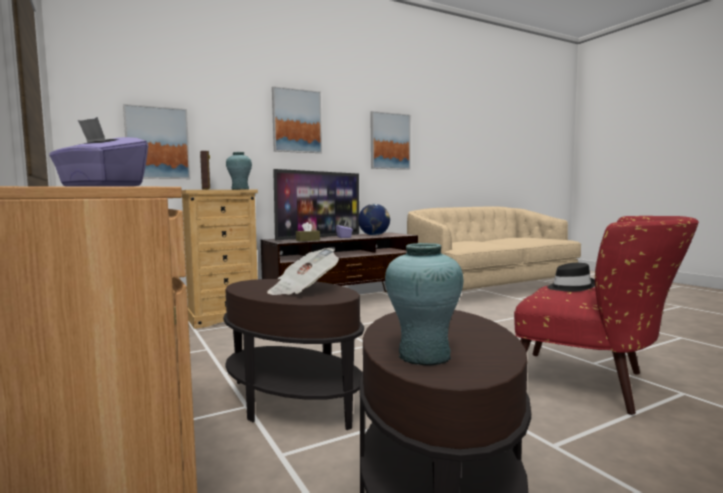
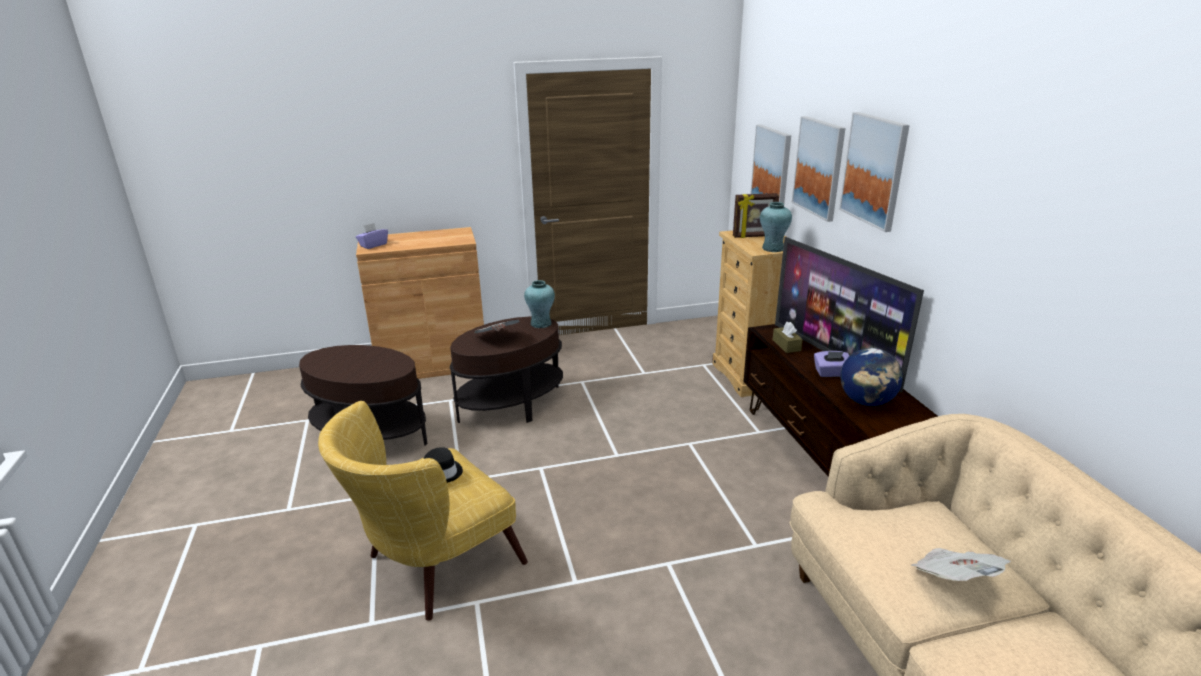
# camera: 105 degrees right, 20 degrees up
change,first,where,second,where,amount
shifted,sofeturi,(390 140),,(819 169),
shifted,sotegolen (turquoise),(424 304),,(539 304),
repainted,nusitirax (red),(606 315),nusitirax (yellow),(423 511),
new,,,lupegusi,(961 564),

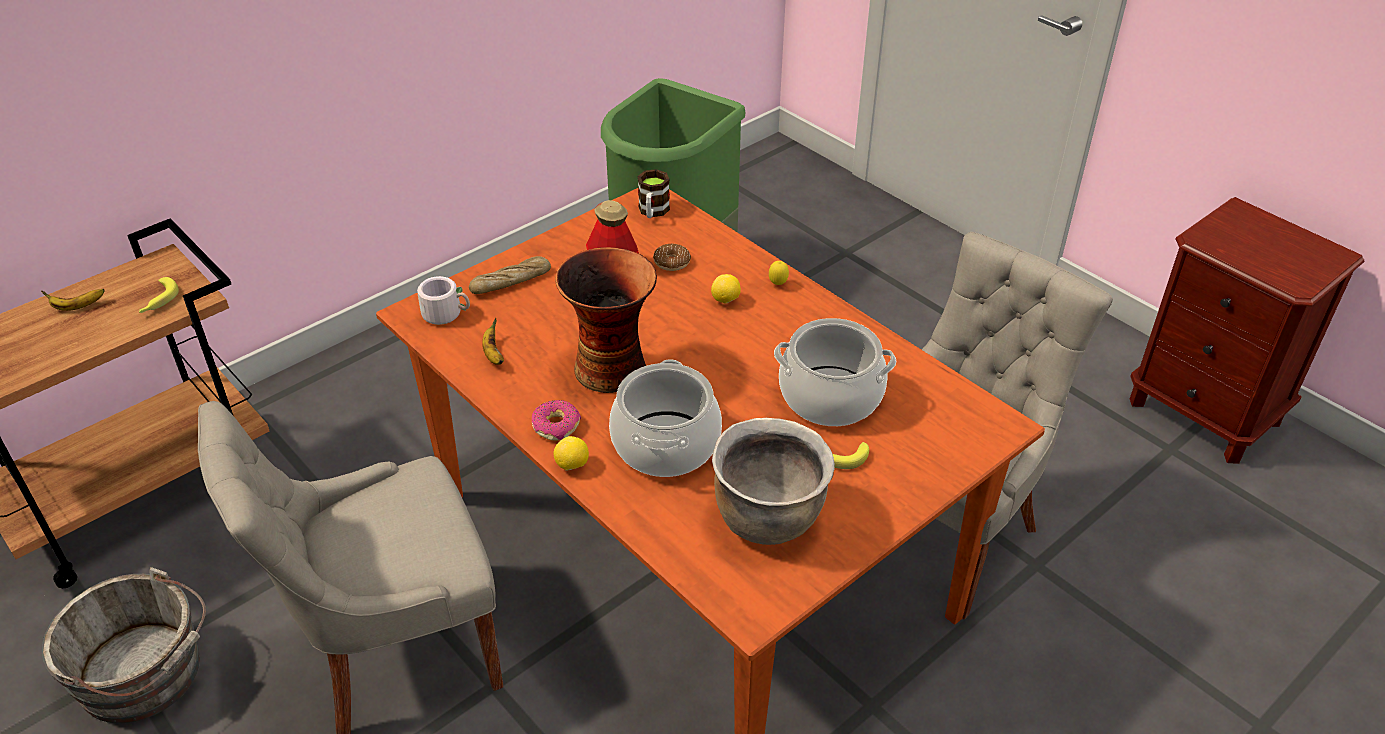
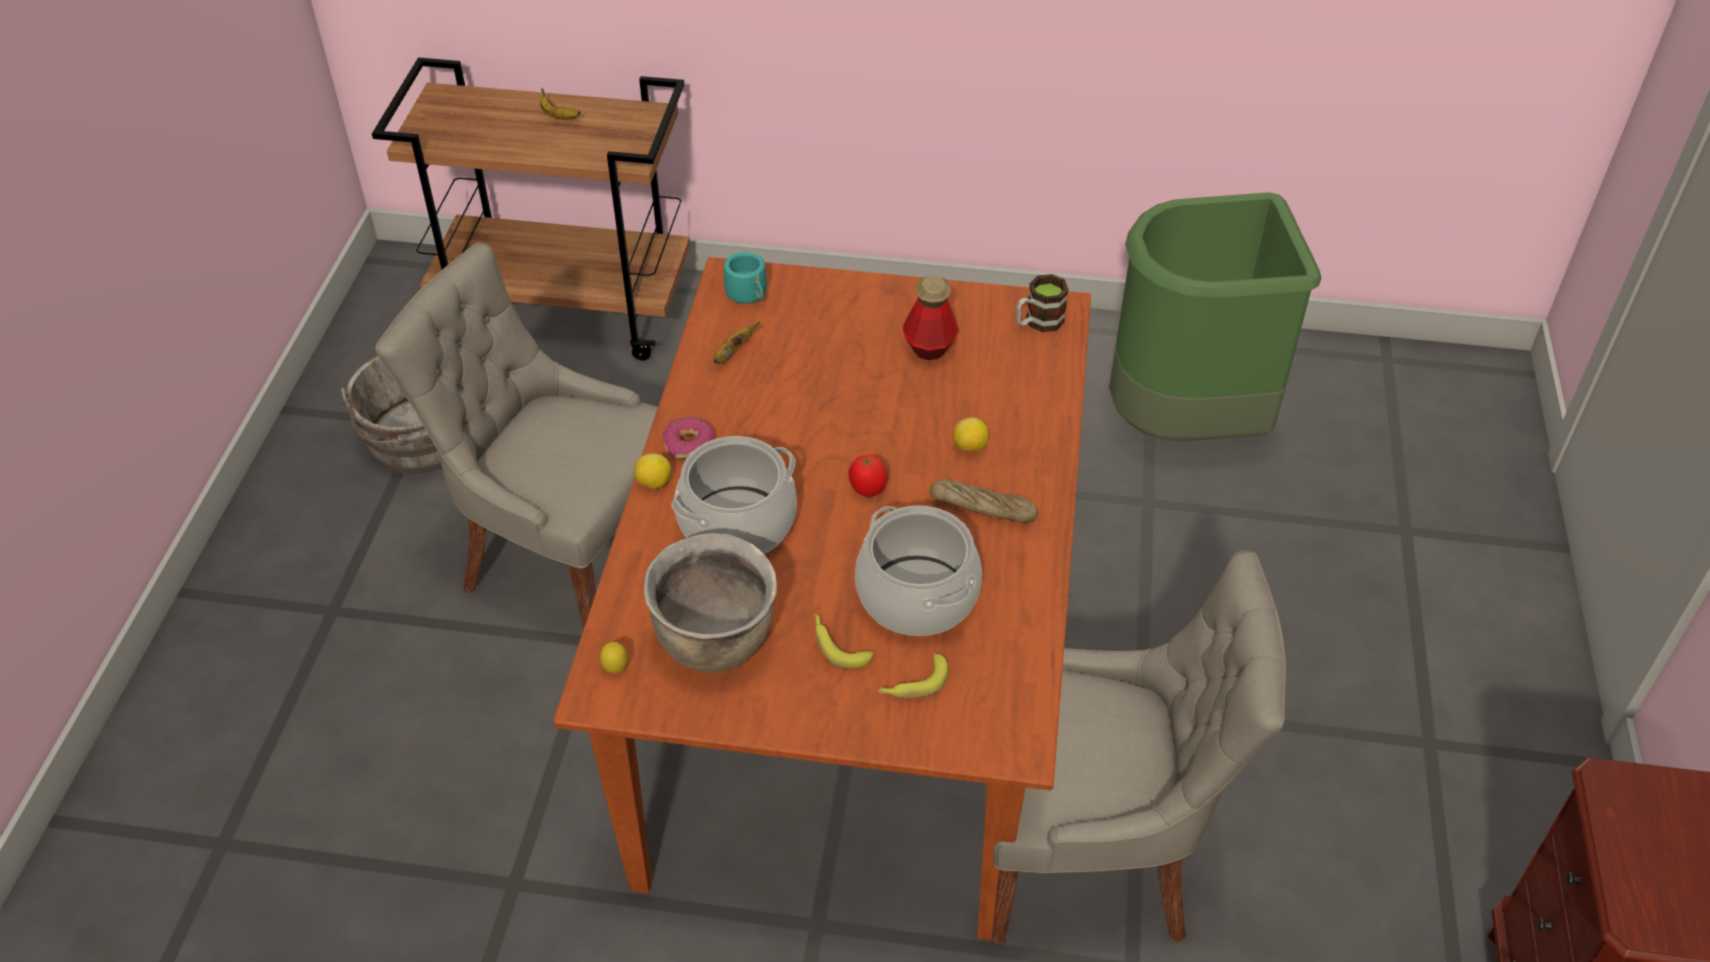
# camera: 50 degrees right, 5 degrees up
change,first,where,second,where,amount
shifted,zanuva,(159 295),,(912 676),
repainted,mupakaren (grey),(443 300),mupakaren (turquoise),(745 278),
shifted,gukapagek,(510 275),,(983 501),
gone,sotegolen,(606 320),,,
gone,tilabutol,(672 257),,,
shifted,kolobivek,(779 273),,(614 657),
new,,,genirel,(868 475),

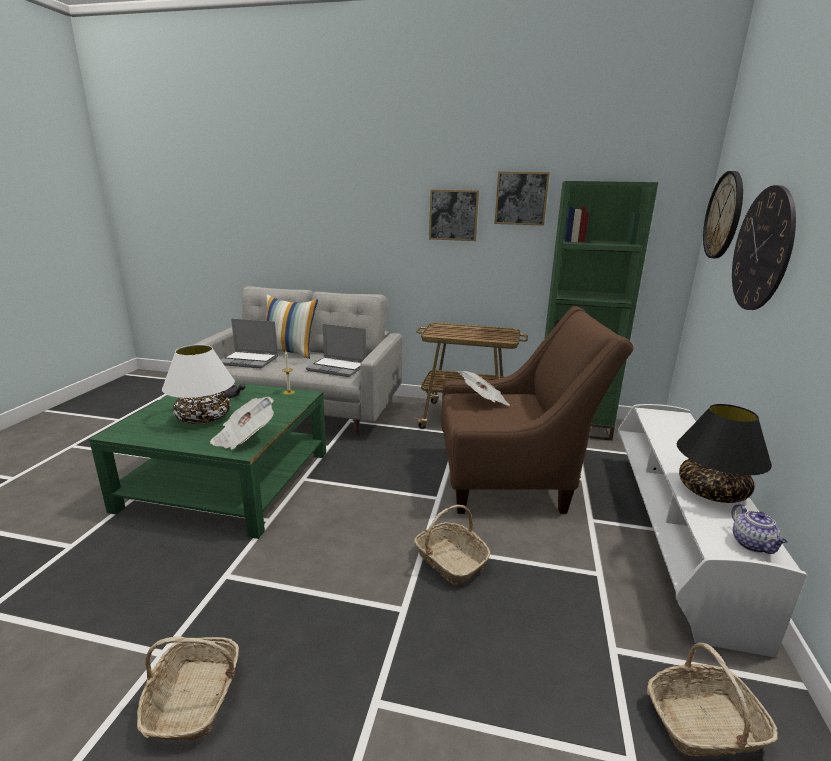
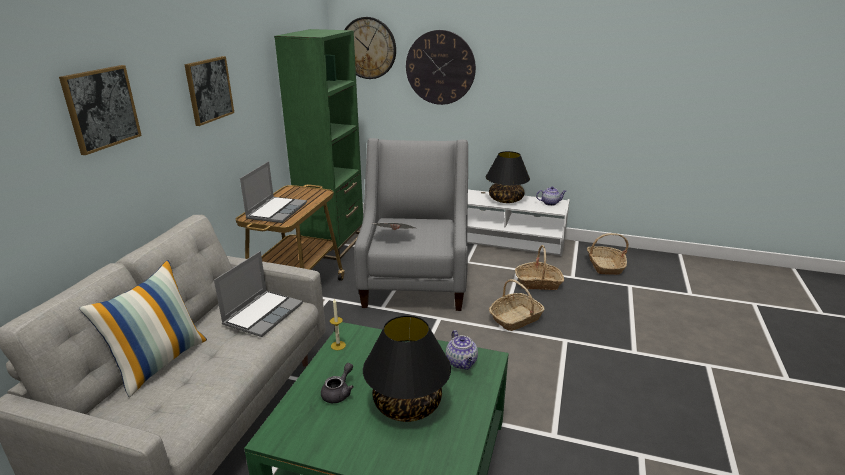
# camera: 85 degrees left, 5 degrees up
change,first,where,second,where,amount
shifted,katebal,(188 689),,(539 267),
repainted,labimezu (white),(198 384),labimezu (black),(407 368),
swapped,lupegusi,(242 423),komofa,(462 350),
shifted,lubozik,(249 343),,(273 192),
repainted,nusitirax (brown),(537 410),nusitirax (grey),(411 224),
shifted,sofeturi,(522 199),,(100 110),

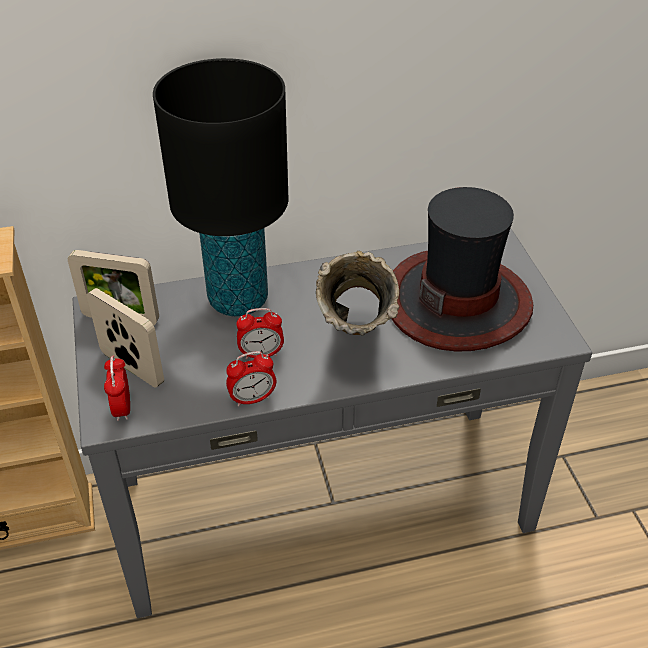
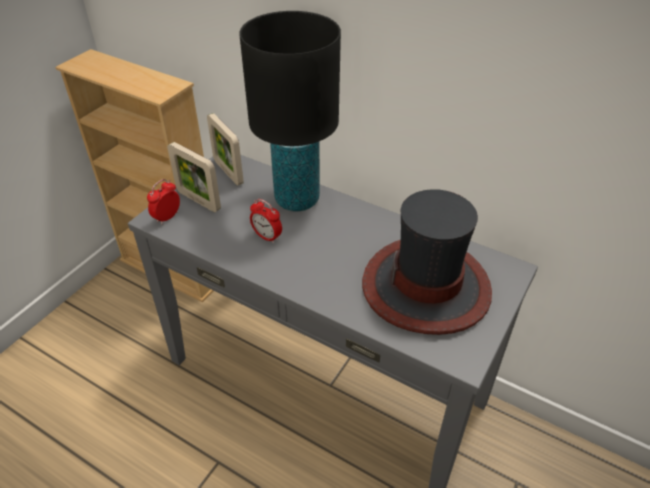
# camera: 45 degrees right, 0 degrees up
change,first,where,second,where,amount
rotated,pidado,(125 338),,(194 177),135 degrees clockwise
gone,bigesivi,(251 379),,,
gone,sotegolen (beige),(357 293),,,

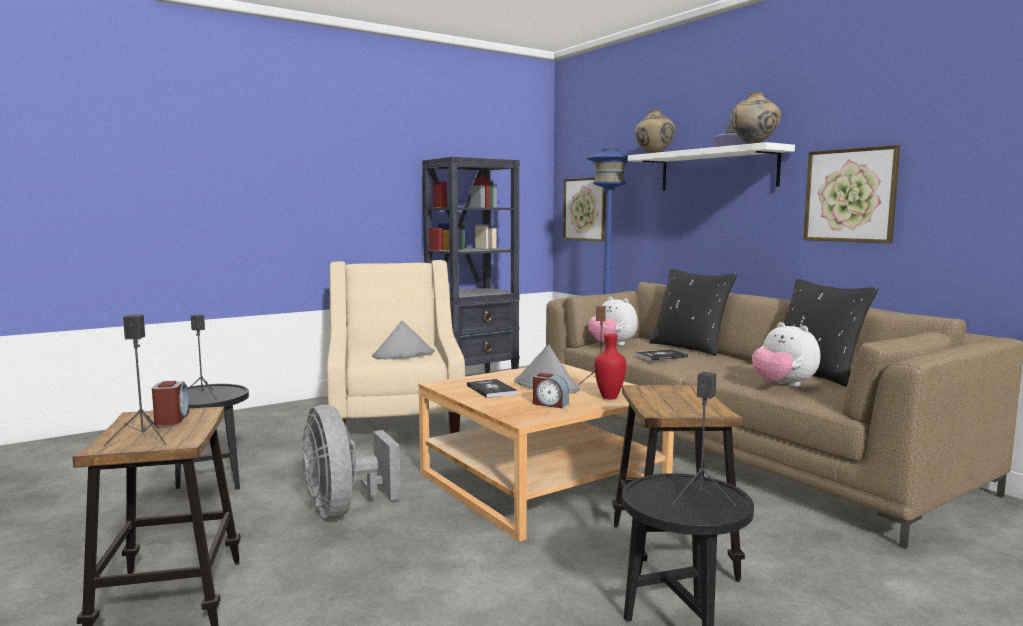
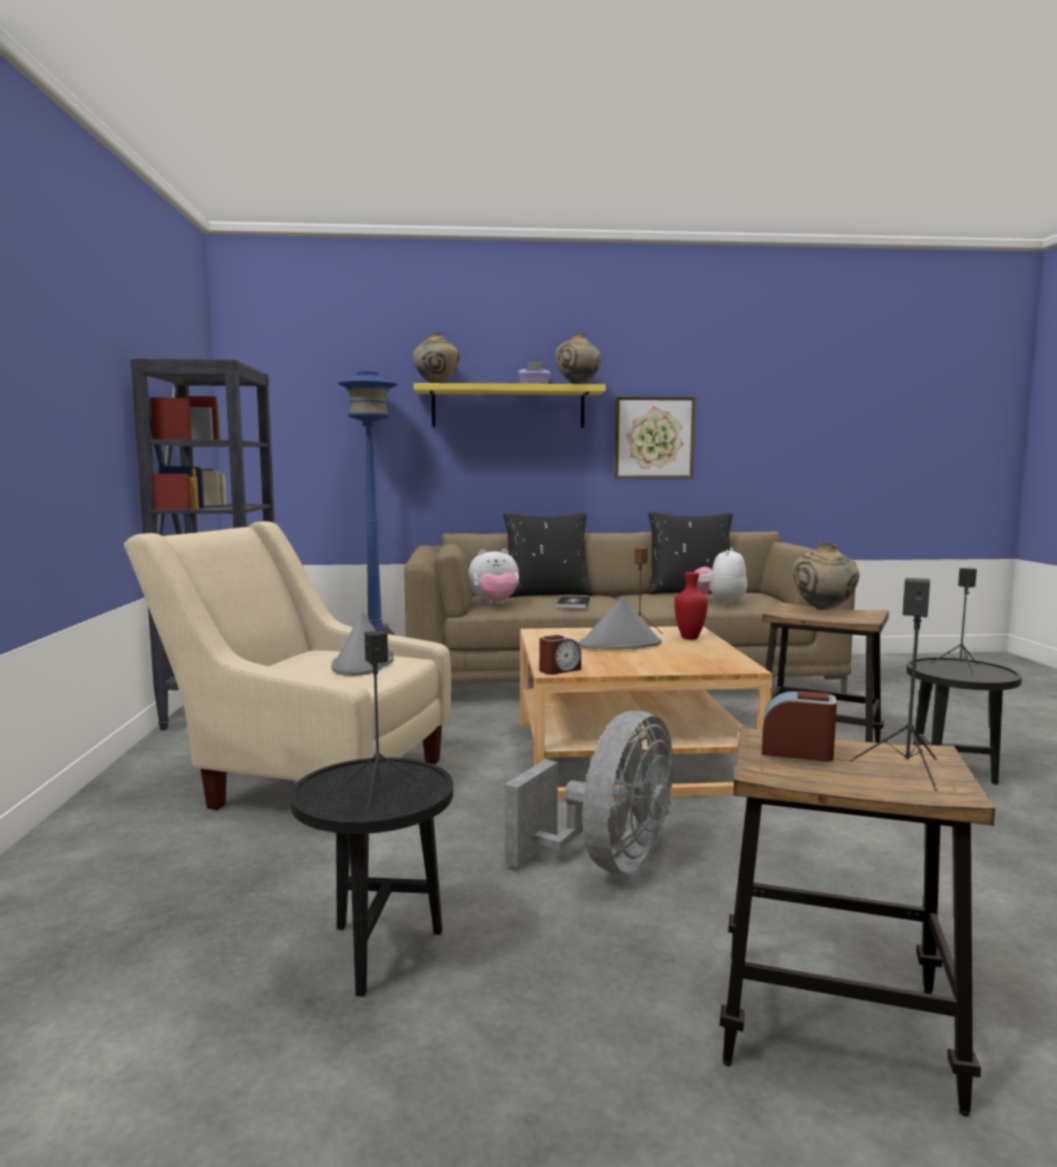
# camera: 60 degrees left, 0 degrees up
change,first,where,second,where,amount
rotated,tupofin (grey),(351 462),,(588 792),60 degrees counterclockwise
gone,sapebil,(492 388),,,
shifted,bigesivi,(551 390),,(560 655),
gone,sofeturi,(584 209),,,
repainted,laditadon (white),(711 166),laditadon (yellow),(510 405),
rotated,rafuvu,(786 354),,(720 576),120 degrees clockwise
new,,,sotegolen (beige),(825 576),

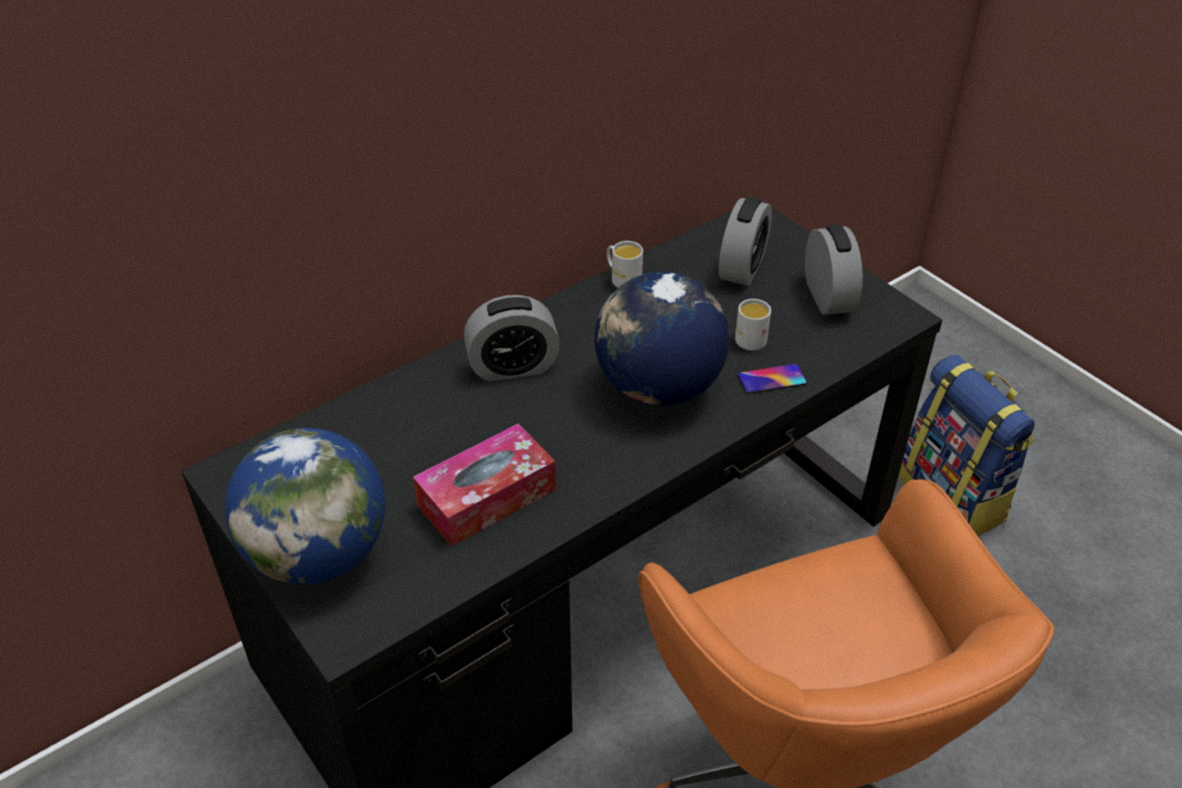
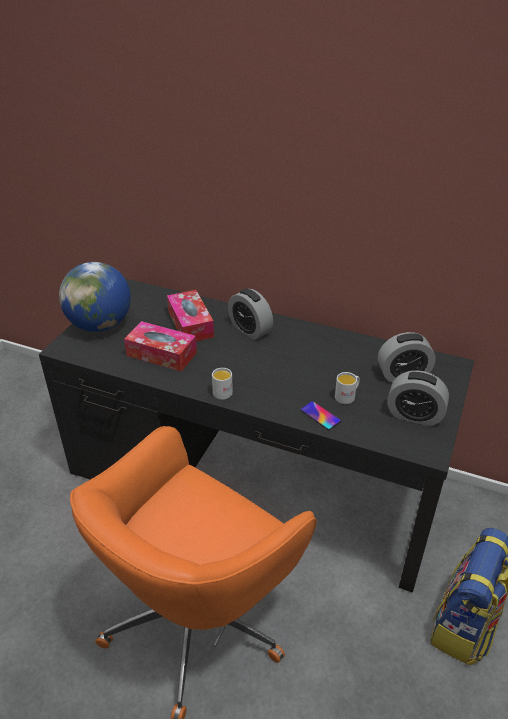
# camera: 60 degrees right, 5 degrees down
change,first,where,second,where,amount
gone,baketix,(662 339),,,
shifted,mupakaren (white),(625 264),,(222 384),
rotated,bigesivi,(834 269),,(418 398),60 degrees clockwise
new,,,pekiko,(190 315),

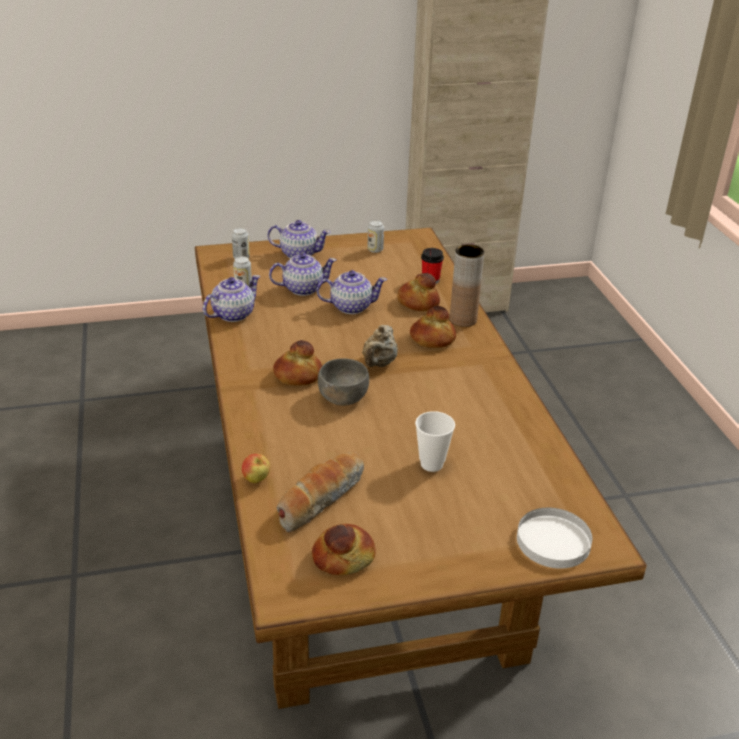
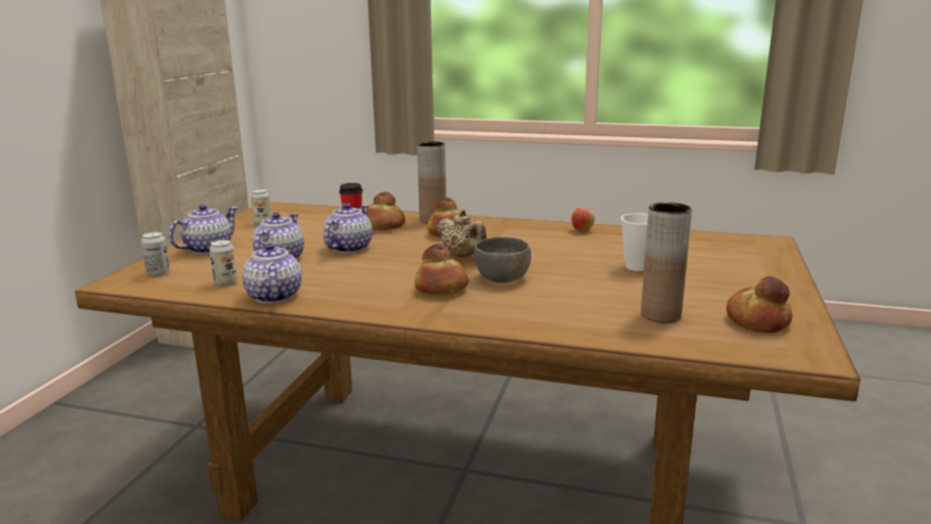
# camera: 60 degrees left, 15 degrees down
change,first,where,second,where,amount
shifted,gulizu,(256 468),,(583 219),
swapped,gukapagek,(320 491),sotegolen (brown),(666 262),
gone,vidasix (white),(554 538),,,

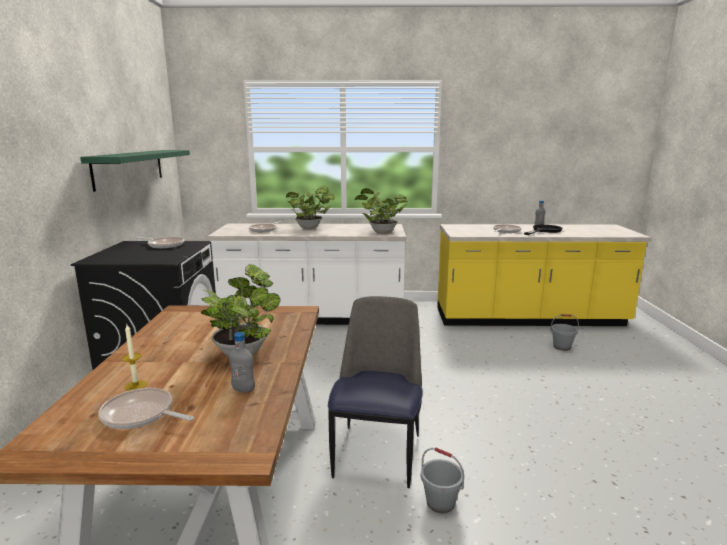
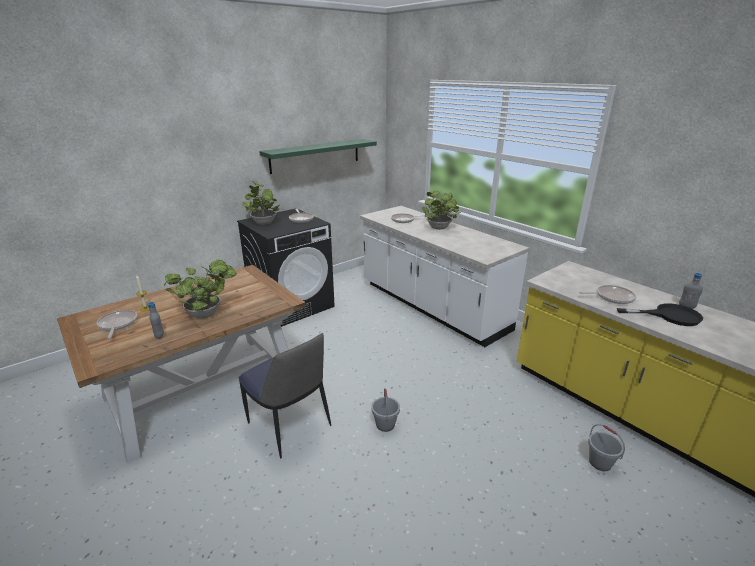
# camera: 50 degrees right, 10 degrees up
change,first,where,second,where,amount
rotated,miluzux,(375 392),,(285 395),75 degrees clockwise
shifted,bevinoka,(381 211),,(260 202),
shifted,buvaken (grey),(442 480),,(385 410),

